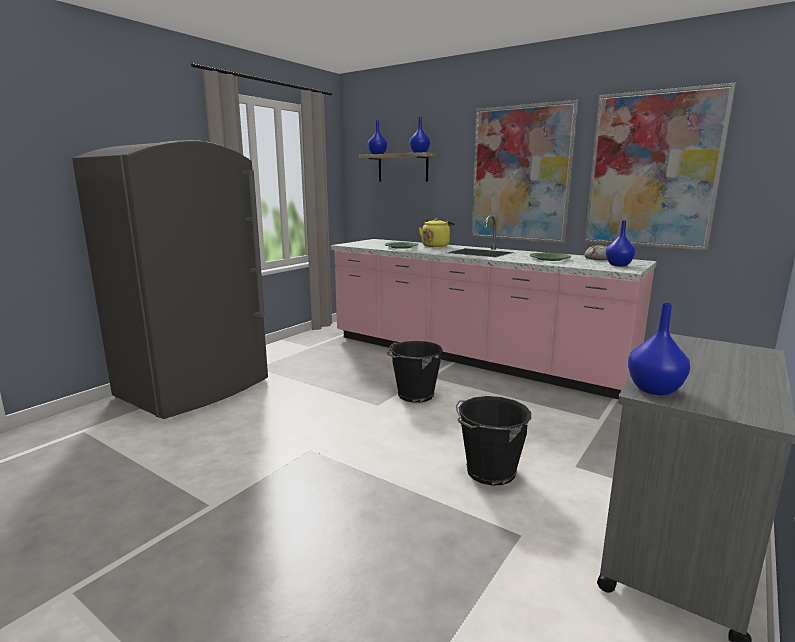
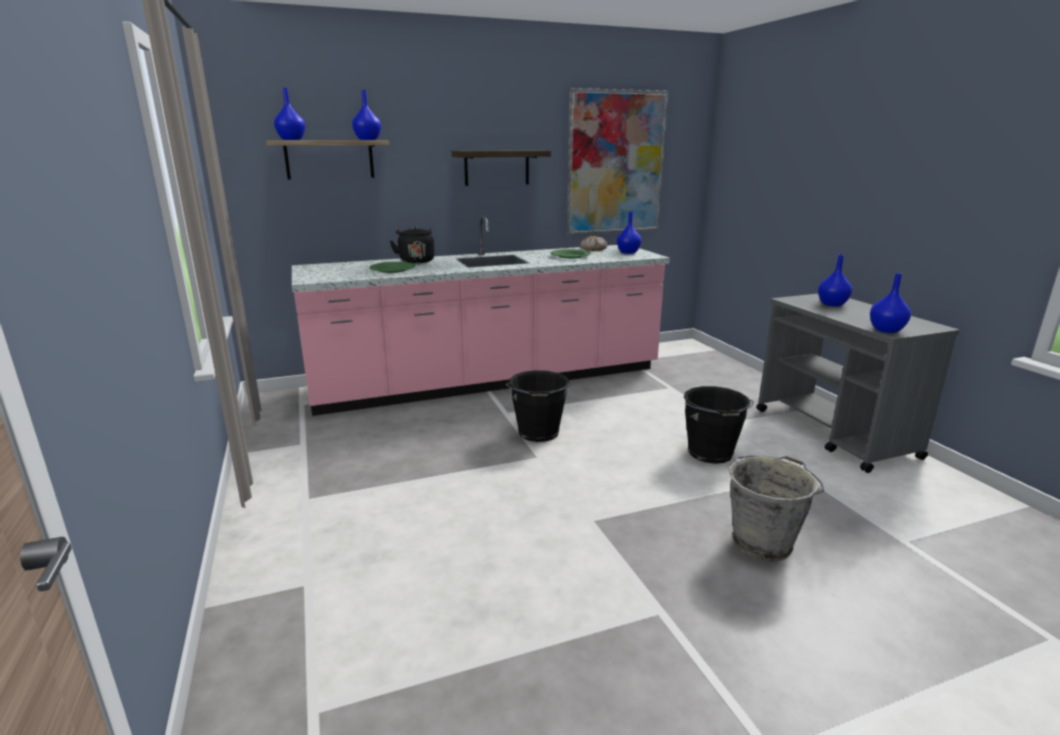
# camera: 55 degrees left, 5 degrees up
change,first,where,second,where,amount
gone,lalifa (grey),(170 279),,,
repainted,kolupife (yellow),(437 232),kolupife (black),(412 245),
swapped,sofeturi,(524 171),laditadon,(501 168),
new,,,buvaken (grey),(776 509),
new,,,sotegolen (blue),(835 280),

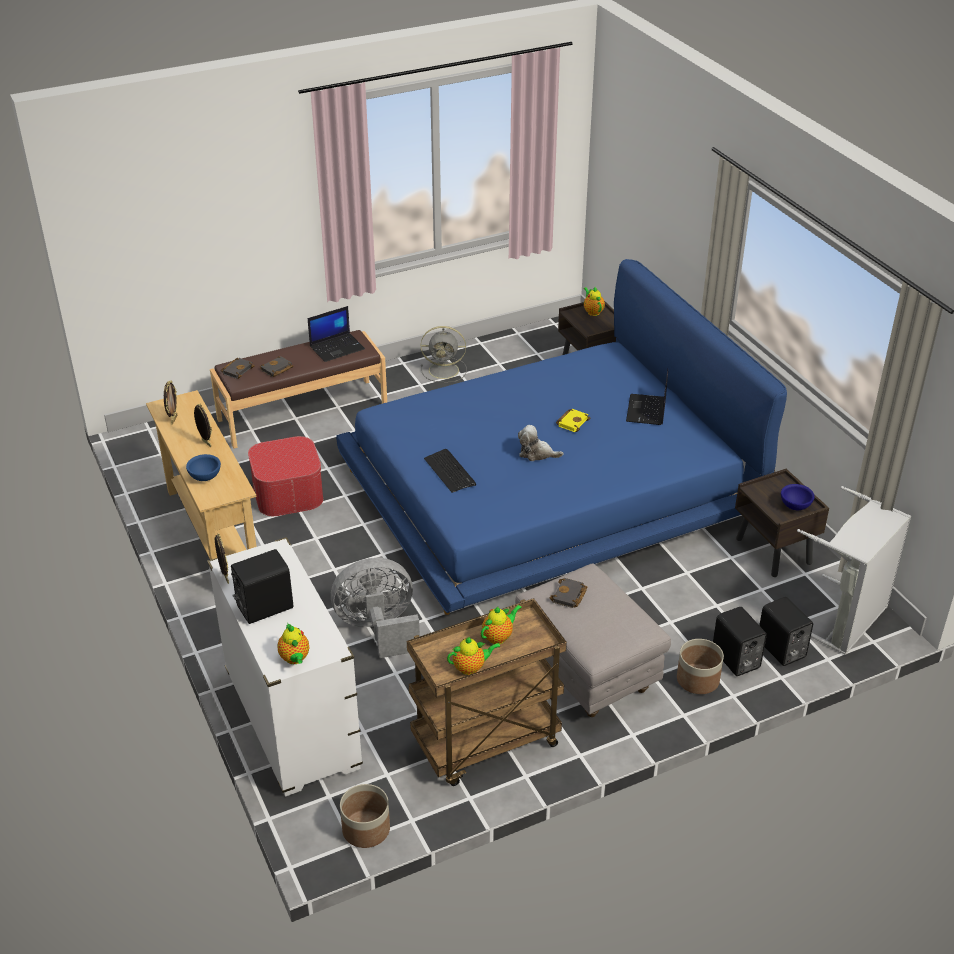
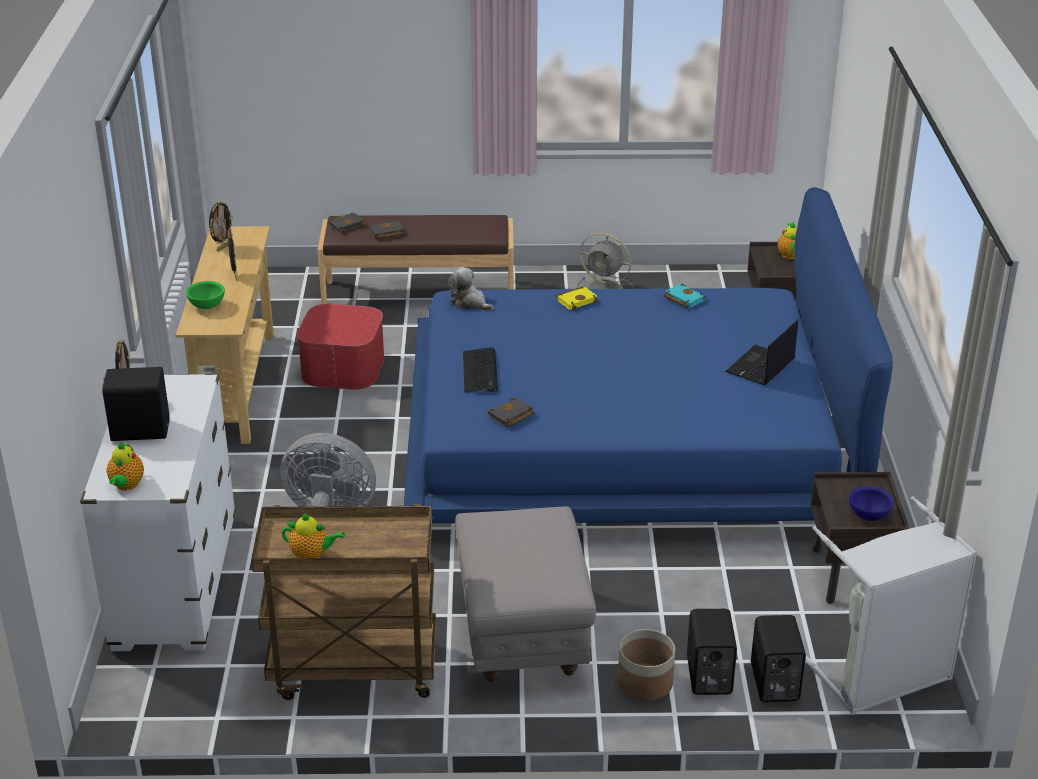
# camera: 25 degrees right, 5 degrees down
change,first,where,second,where,amount
repainted,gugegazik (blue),(203 467),gugegazik (green),(205 295),
gone,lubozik,(336 334),,,
gone,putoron,(365 816),,,
gone,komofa,(501 624),,,
shifted,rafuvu,(540 443),,(471 289),
shifted,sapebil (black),(568 593),,(511 412),
shifted,sapebil (yellow),(573 420),,(577 298),
new,,,sapebil (turquoise),(685 296),

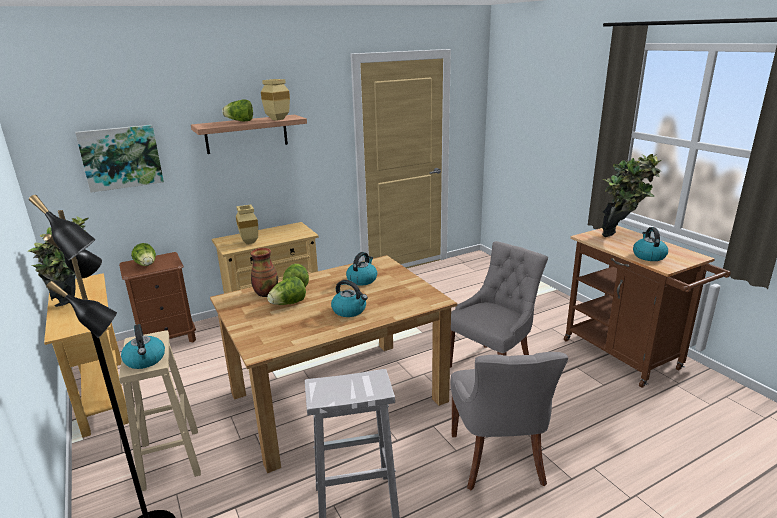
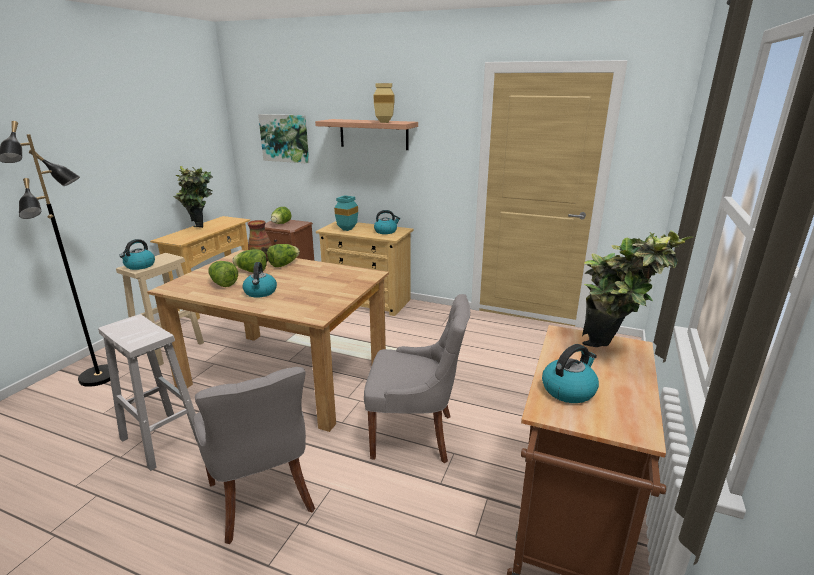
# camera: 50 degrees right, 0 degrees up
change,first,where,second,where,amount
shifted,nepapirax,(237 110),,(223 274),
repainted,sotegolen (beige),(247 224),sotegolen (turquoise),(346 213),
shifted,kolupife,(361 269),,(387 222),
rotated,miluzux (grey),(509 421),,(254 455),75 degrees counterclockwise

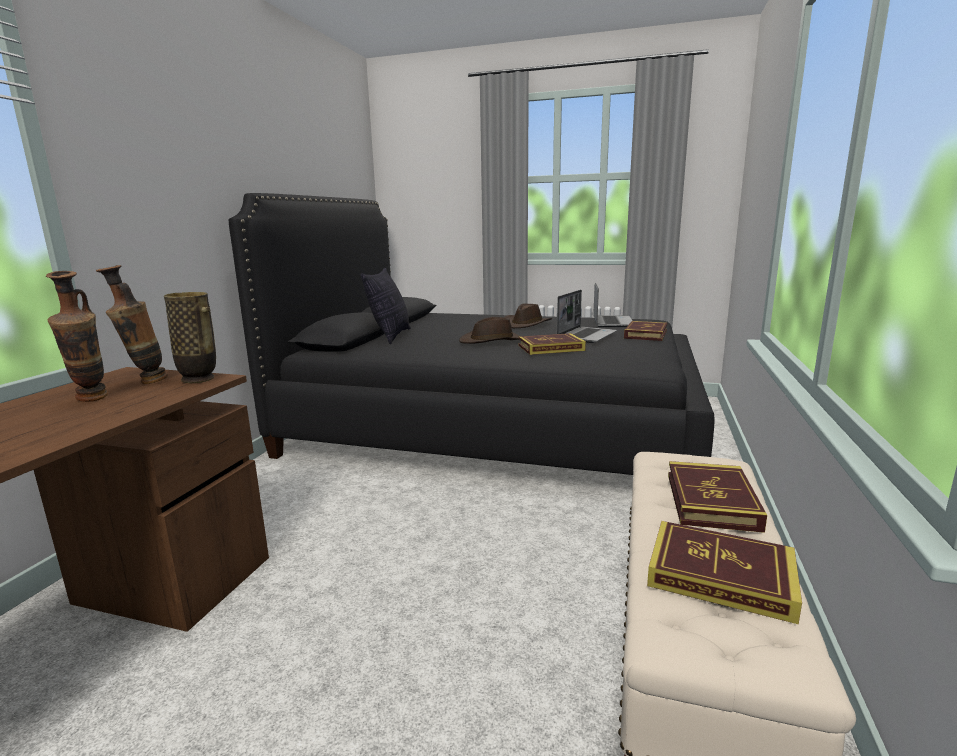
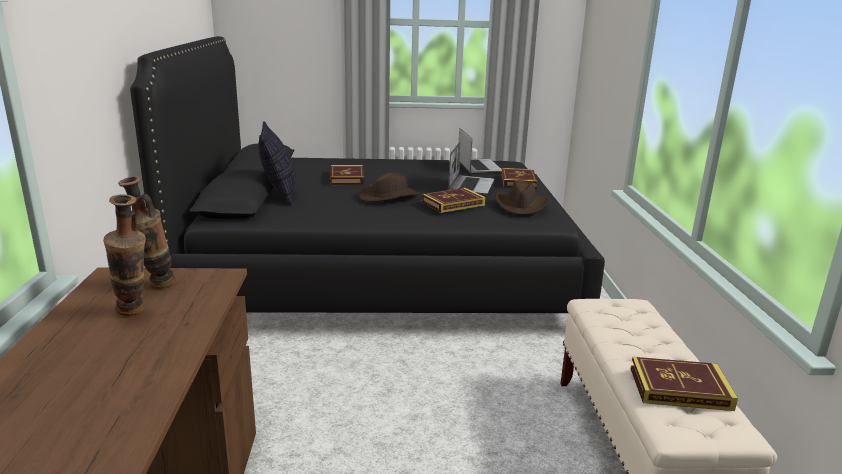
# camera: 20 degrees left, 5 degrees up
change,first,where,second,where,amount
gone,sotegolen,(190 338),,,
shifted,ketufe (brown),(528 316),,(522 197),
shifted,sapebil,(717 497),,(347 175),

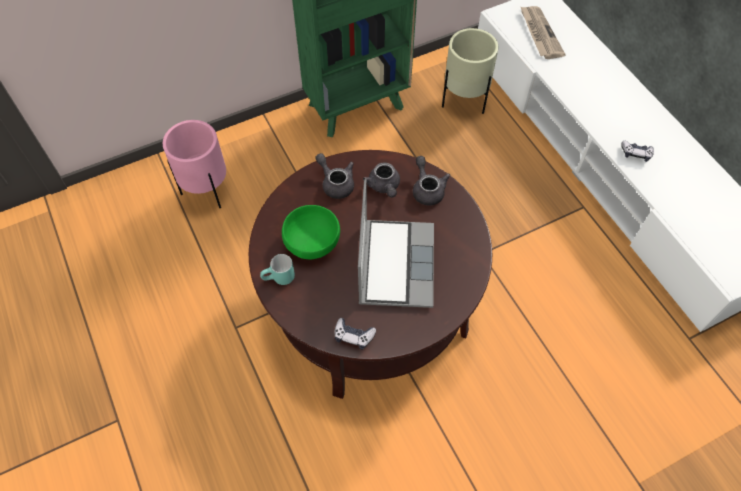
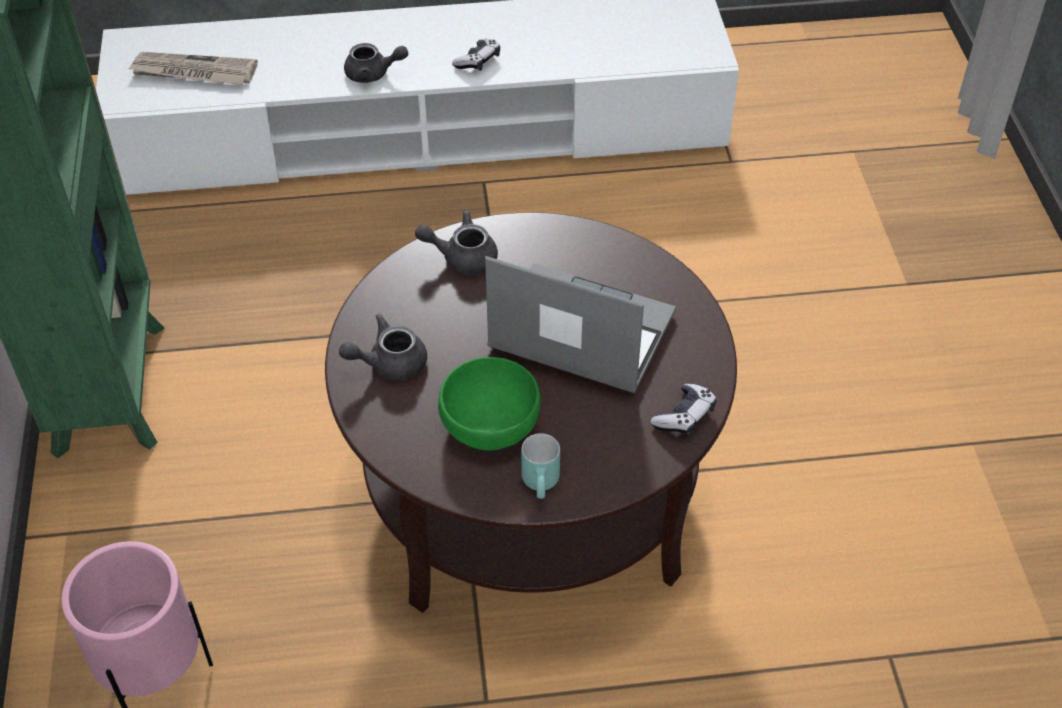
# camera: 70 degrees left, 10 degrees down
change,first,where,second,where,amount
shifted,komofa (grey),(381 180),,(376 63),
gone,putoron (beige),(470 71),,,

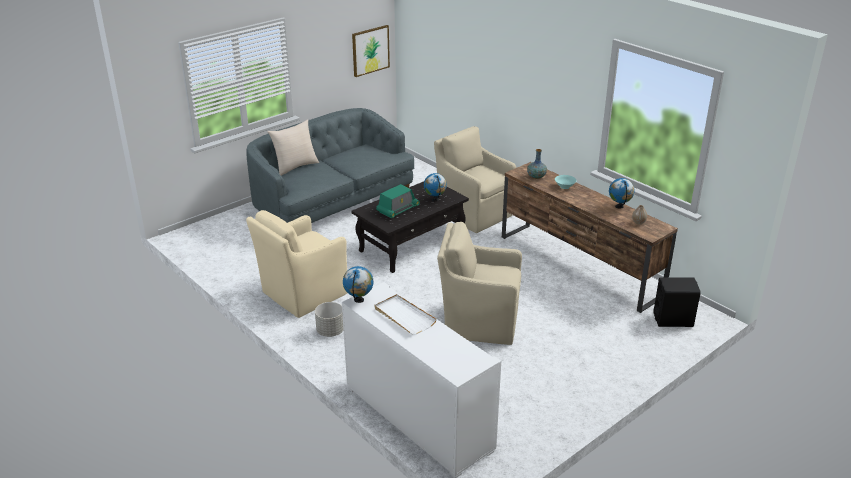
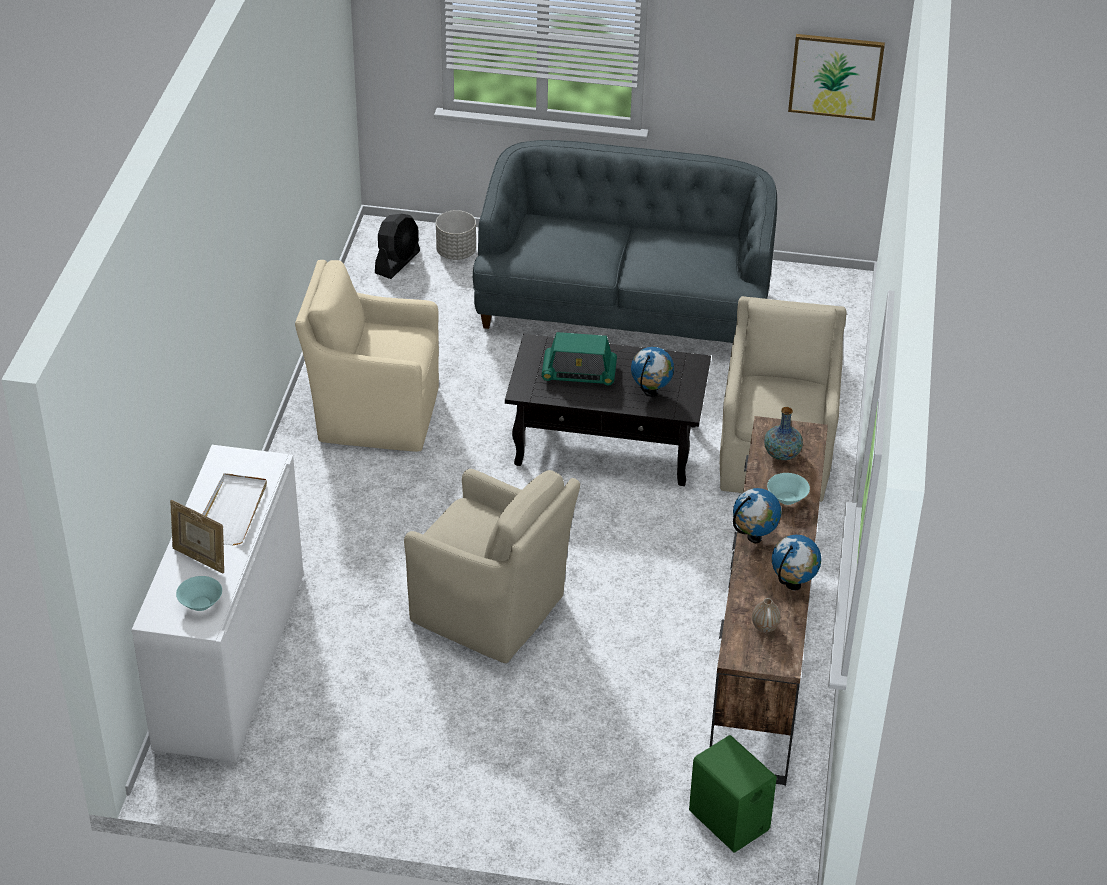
# camera: 50 degrees right, 10 degrees up
change,first,where,second,where,amount
gone,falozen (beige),(293 147),,,
shifted,putoron (grey),(329 319),,(456 235),
shifted,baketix,(358 284),,(757 515),
rotated,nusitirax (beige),(479 283),,(492 566),150 degrees clockwise
repainted,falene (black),(677 302),falene (green),(733 794),
new,,,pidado,(197 536),
new,,,gugegazik (turquoise),(199 593),
new,,,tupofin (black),(397 246),

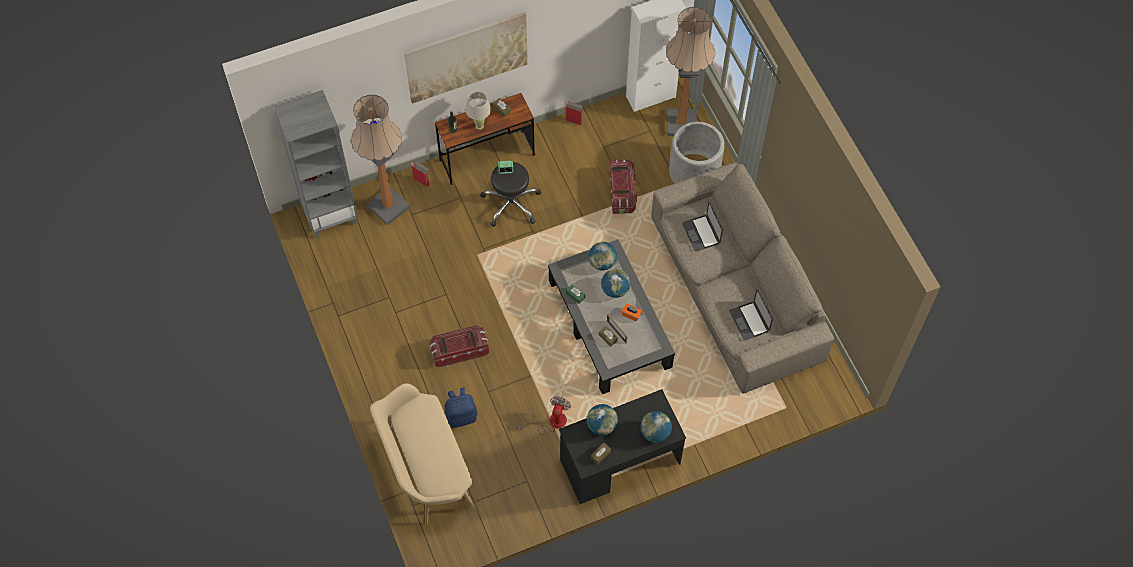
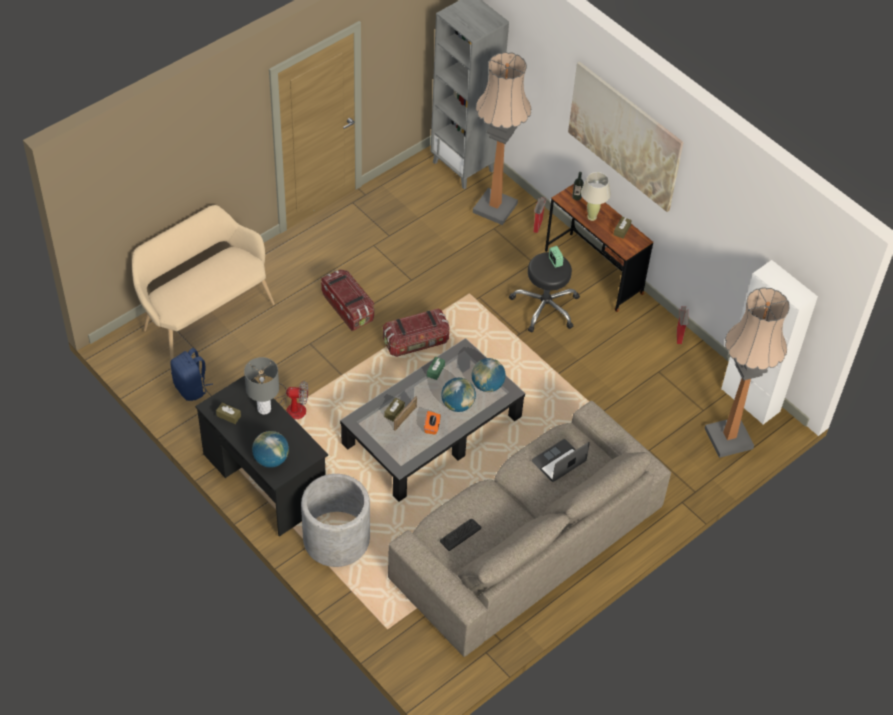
# camera: 70 degrees right, 10 degrees down
change,first,where,second,where,amount
shifted,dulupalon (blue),(461 407),,(191 374),
swapped,baketix,(602 419),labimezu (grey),(261 386),
shifted,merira,(623 186),,(416 333),
shifted,putoron (grey),(697 153),,(335 520),
swapped,lubozik,(751 315),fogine,(460 535),

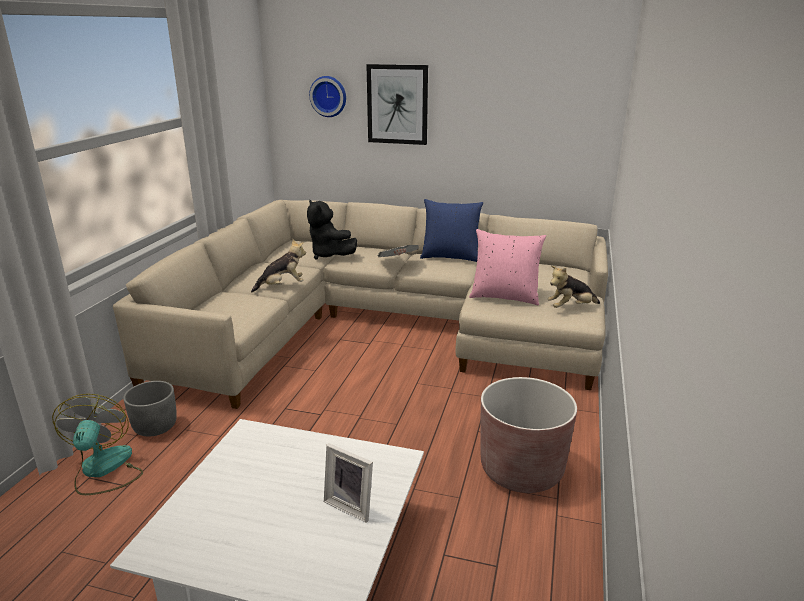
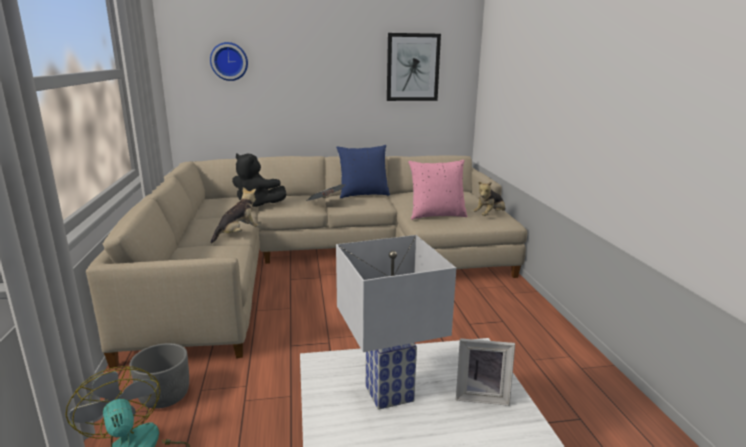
# camera: 25 degrees left, 5 degrees down
change,first,where,second,where,amount
shifted,sofeturi,(397 104),,(414 67),
gone,putoron (brown),(529 435),,,
new,,,labimezu (white),(396 322),

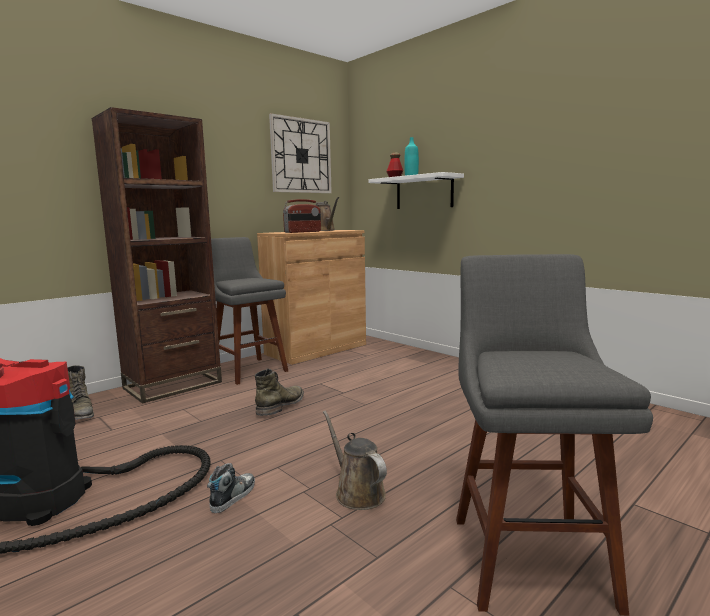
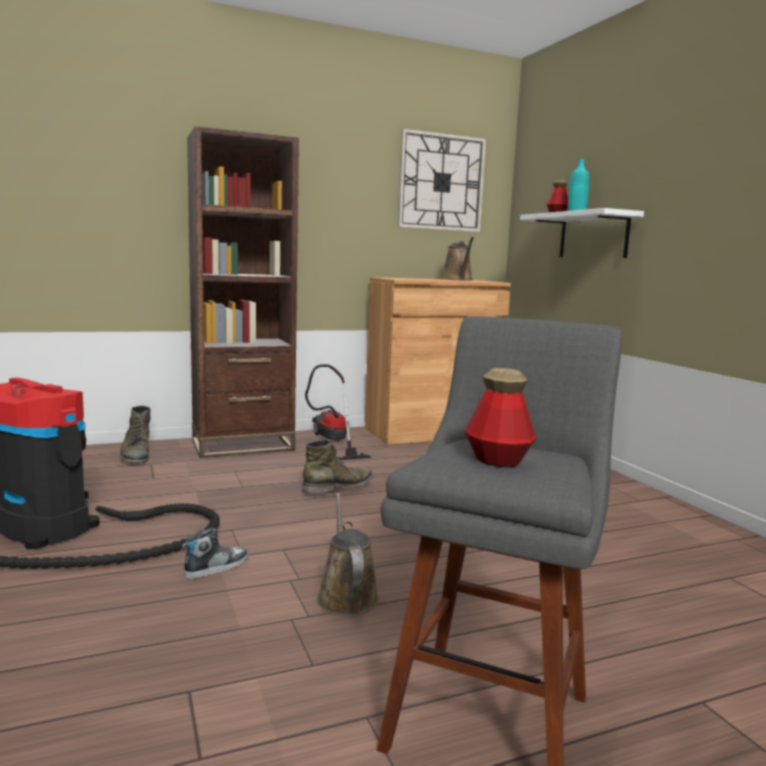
# camera: 20 degrees right, 0 degrees up
change,first,where,second,where,amount
swapped,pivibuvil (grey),(249 311),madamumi,(338 412),
gone,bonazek,(302 216),,,
new,,,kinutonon,(500 417),

